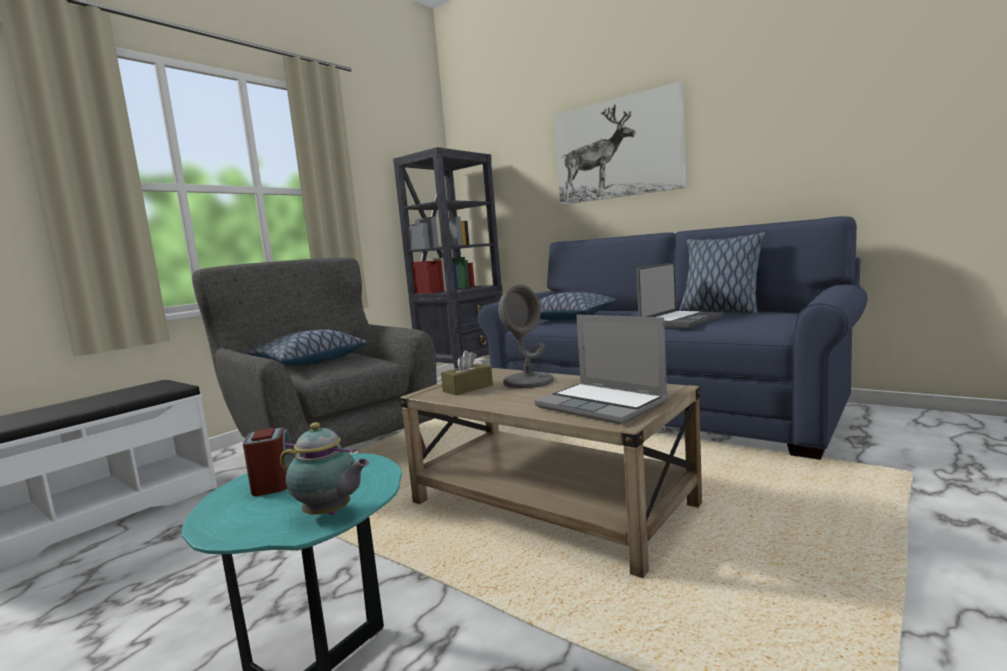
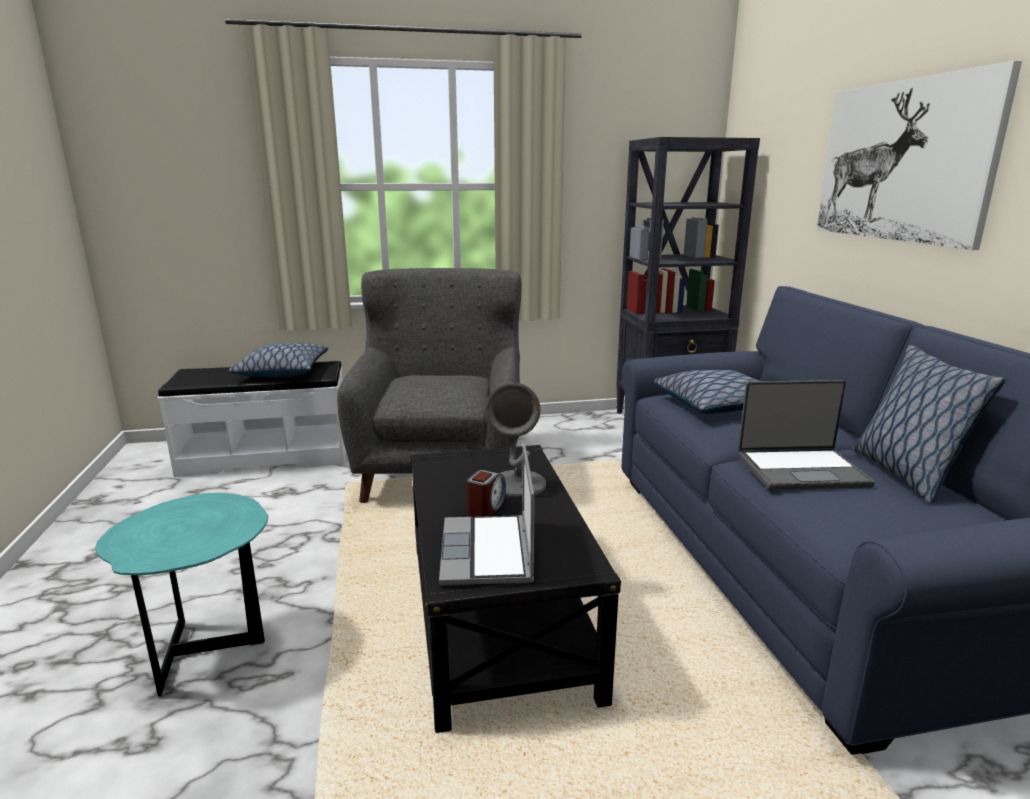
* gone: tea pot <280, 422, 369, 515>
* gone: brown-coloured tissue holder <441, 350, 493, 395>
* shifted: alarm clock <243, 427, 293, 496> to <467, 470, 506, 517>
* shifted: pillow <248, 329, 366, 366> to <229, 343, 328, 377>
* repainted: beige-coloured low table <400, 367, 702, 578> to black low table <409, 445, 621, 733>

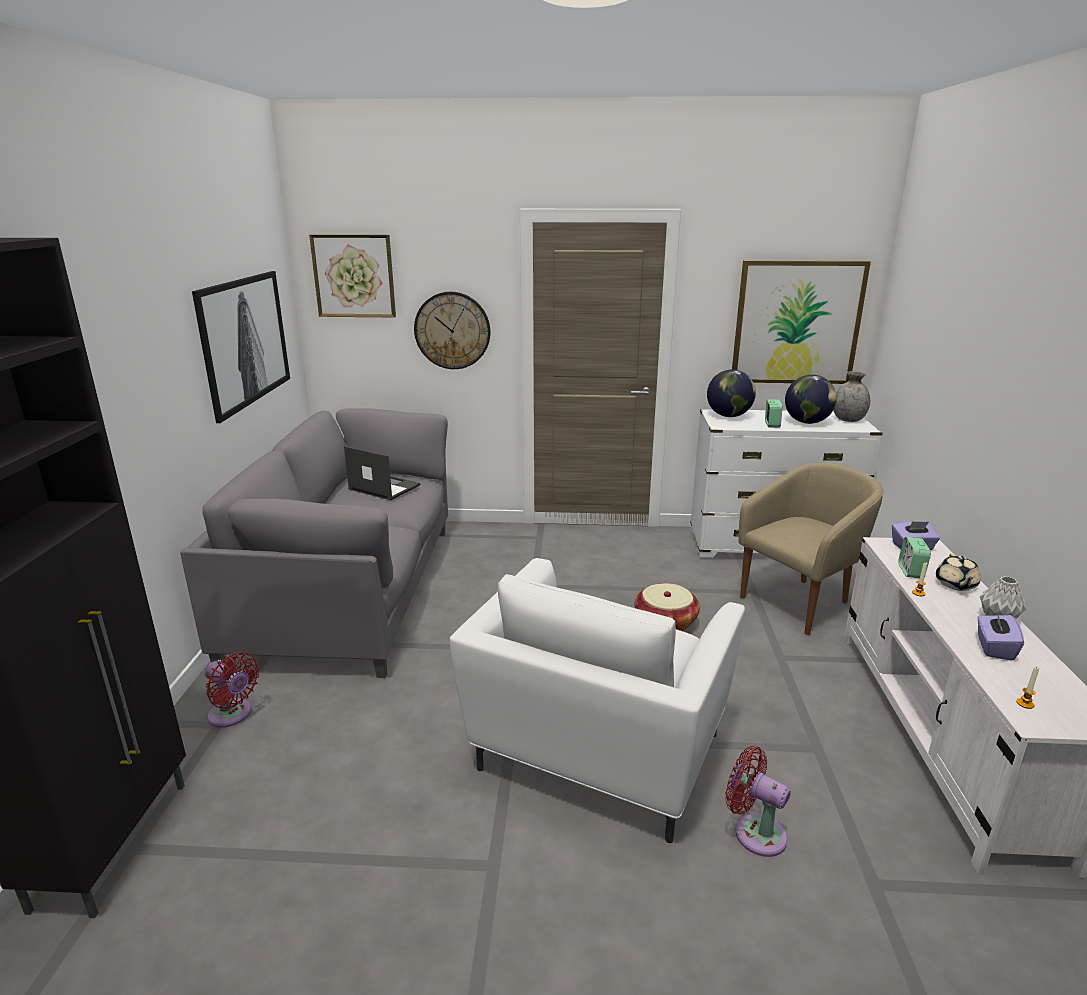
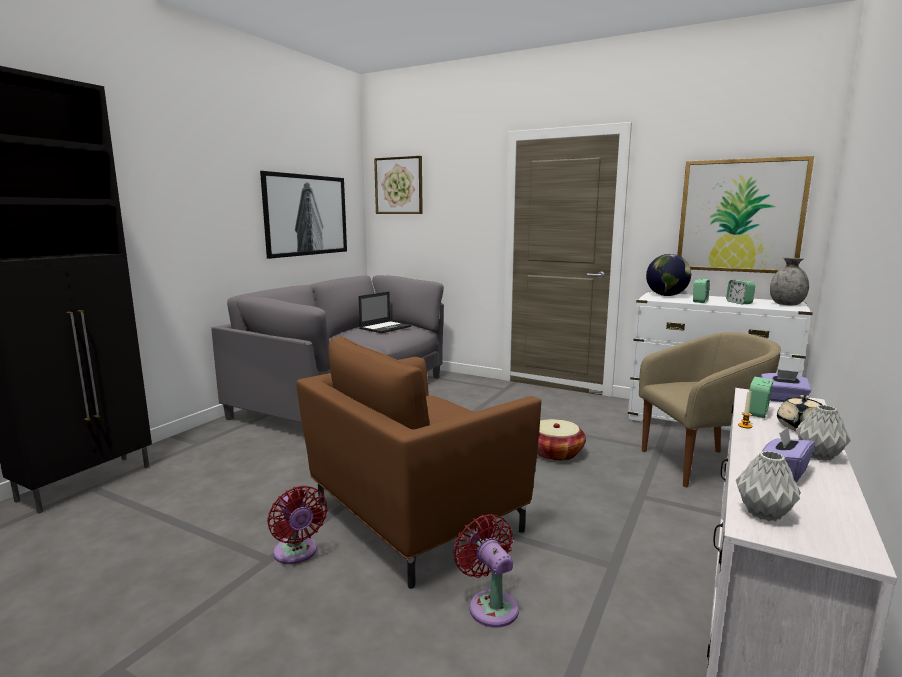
* gone: wall clock <414, 292, 490, 369>
* shifted: red cooling fan <205, 652, 259, 728> to <267, 486, 327, 564>
* swapped: world globe <785, 375, 837, 424> to alarm clock <726, 280, 755, 304>
* swapped: candle <1016, 667, 1039, 709> to greyish vase <736, 451, 801, 521>
* repainted: whitish lounge chair <450, 558, 745, 843> to brown-coloured lounge chair <296, 336, 541, 589>
* rotated: notebook computer <344, 446, 420, 500> = <358, 292, 411, 333> 75 degrees clockwise

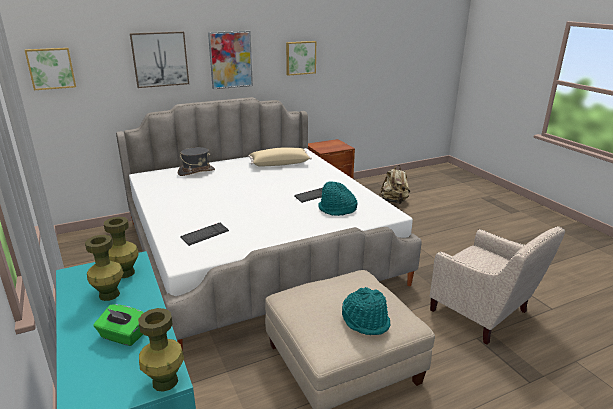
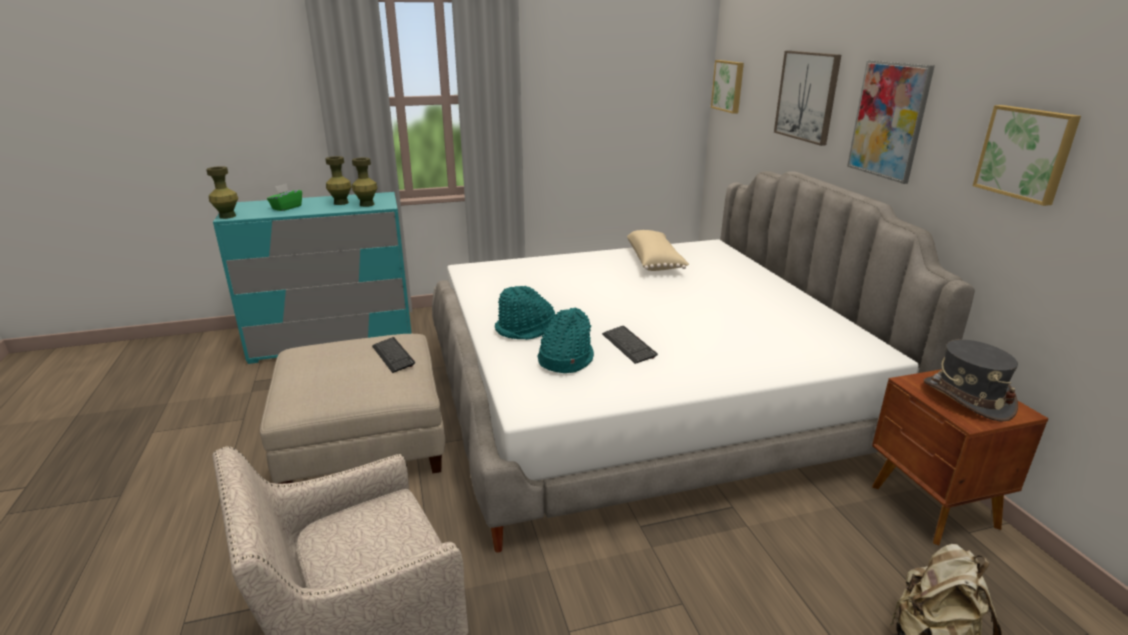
* shifted: greyish clothing hat <178, 147, 215, 176> to <923, 339, 1018, 422>
* shifted: PC keyboard <180, 223, 229, 246> to <372, 337, 415, 373>
* shifted: beige-coloured pillow <248, 147, 312, 166> to <627, 230, 689, 271>
* shifted: blue-green clothing hat <342, 287, 390, 335> to <495, 286, 555, 340>

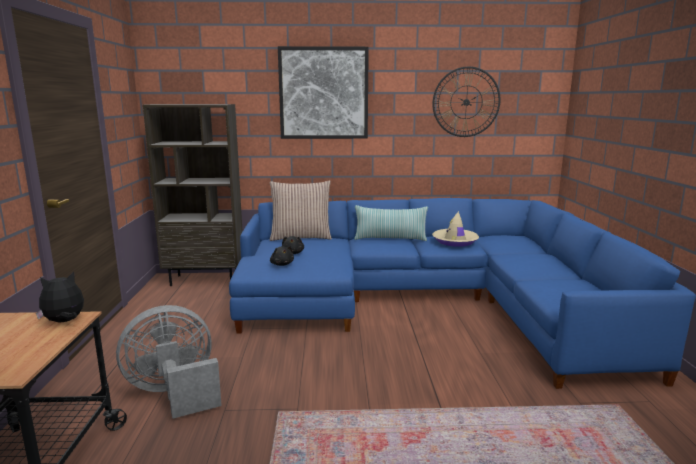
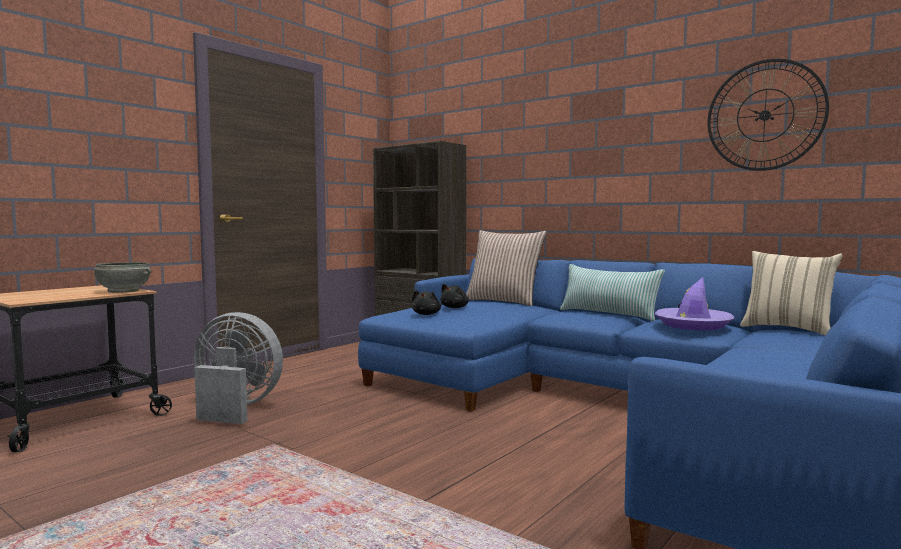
* gone: wall picture <278, 46, 369, 139>
* new: beige-coloured pillow <740, 251, 843, 336>
* swapped: cuddly toy <36, 272, 84, 322> to greyish deep dish <94, 262, 151, 293>
* repainted: beige-coloured clothing hat <432, 211, 479, 247> to purple clothing hat <654, 277, 734, 330>

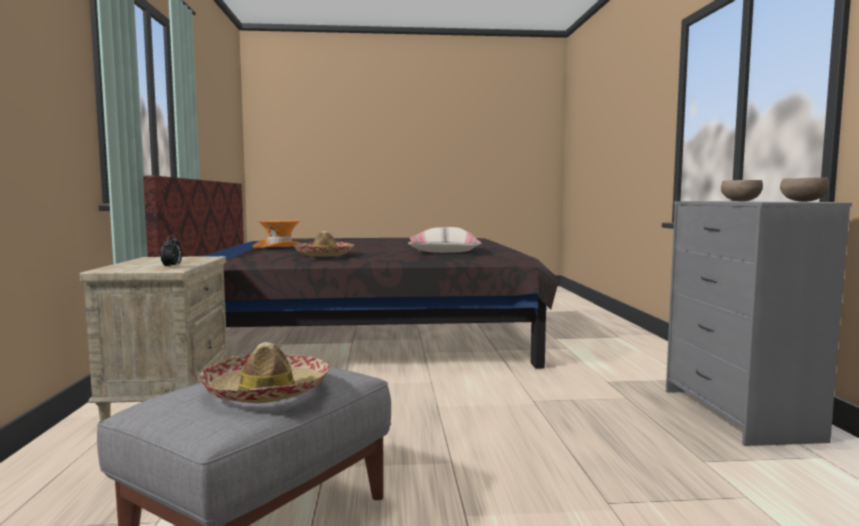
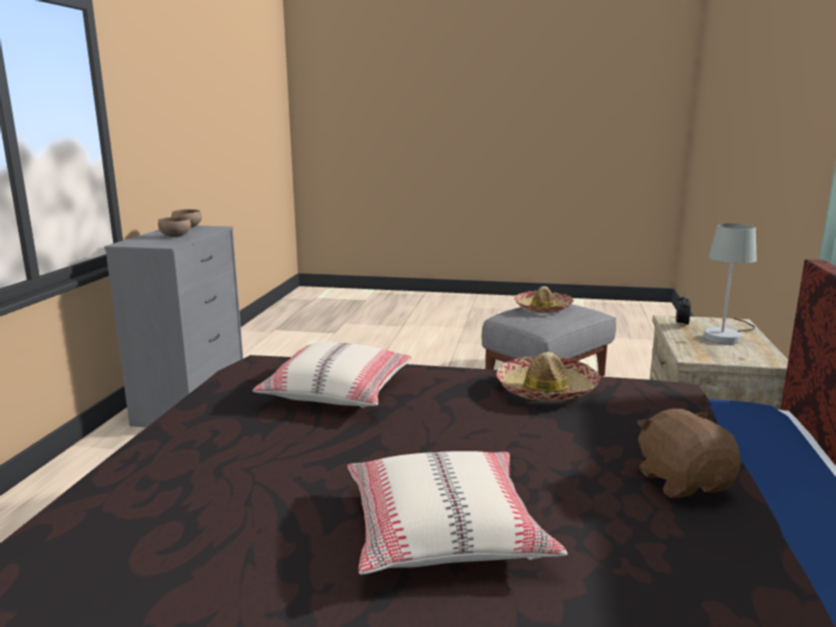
* new: beige-coloured pillow <348, 451, 568, 575>
* new: greyish tabletop lamp <704, 223, 757, 344>
* swapped: orange clothing hat <253, 220, 301, 248> to brown-coloured cuddly toy <637, 409, 741, 498>

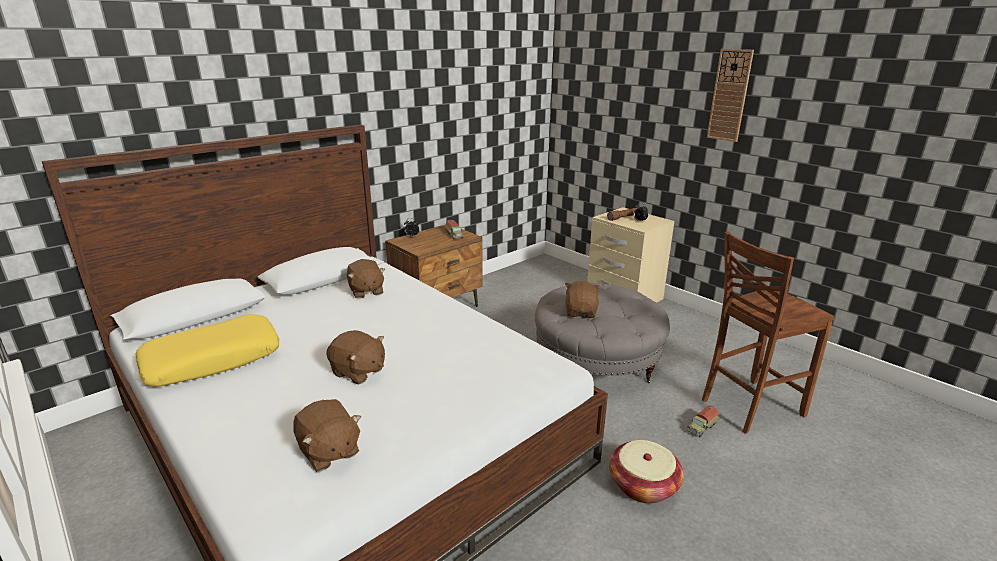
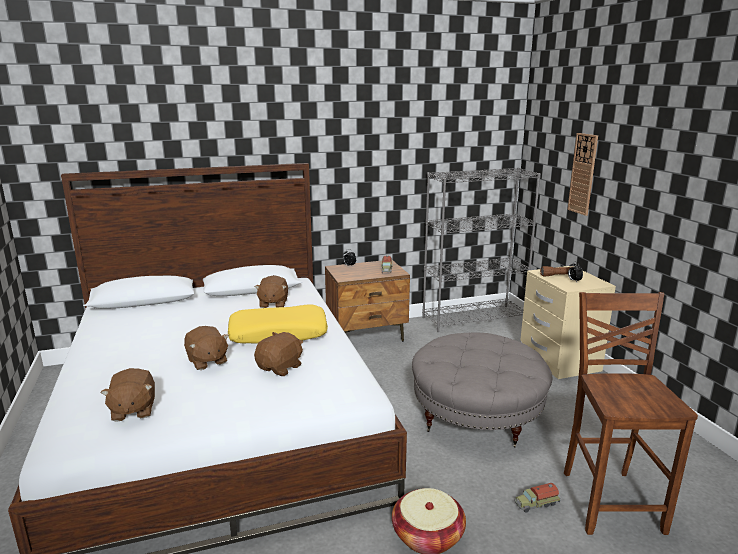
* new: greyish bookshelf <422, 168, 541, 332>
* shifted: yellowish pillow <136, 314, 279, 387> to <228, 304, 328, 344>
* shifted: brown-coloured cuddly toy <565, 281, 600, 318> to <254, 332, 303, 376>
* shifted: wall clock <707, 49, 754, 142> to <568, 133, 598, 216>
* rotated: brown-coloured upright chair <702, 232, 835, 434> = <564, 292, 698, 535> 90 degrees clockwise

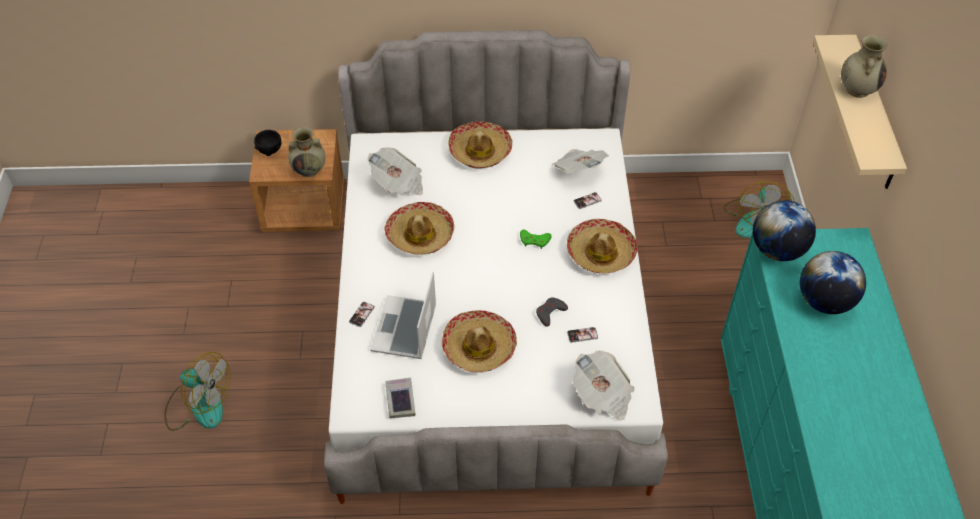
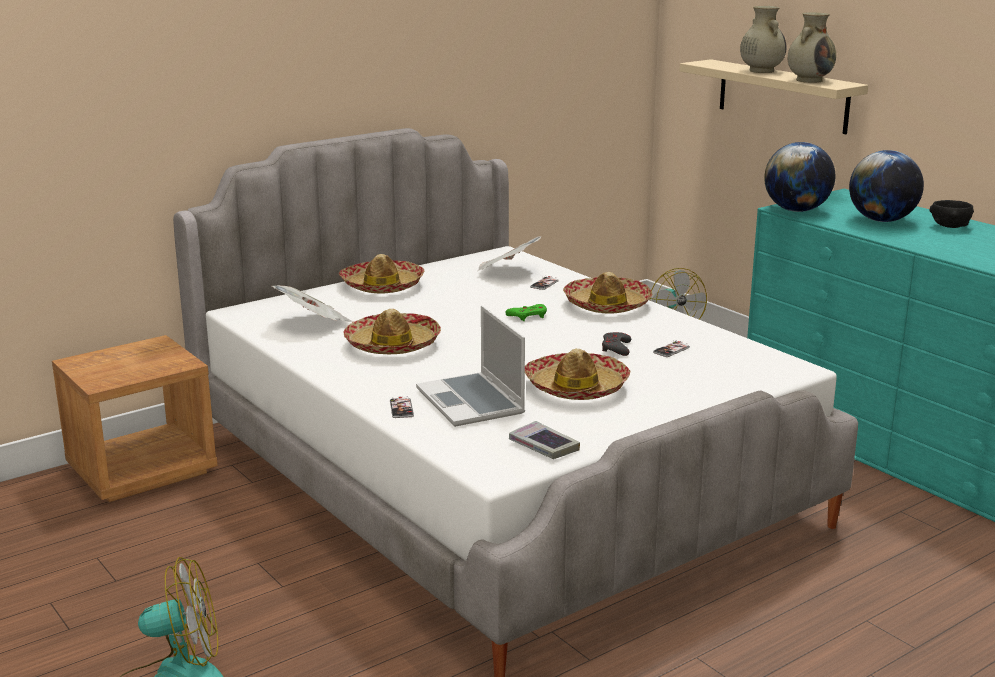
* gone: printed paper <572, 351, 635, 420>
* shifted: black deep dish <254, 130, 281, 156> to <930, 200, 974, 228>
* shifted: beige-coloured vase <288, 127, 326, 177> to <788, 12, 836, 83>

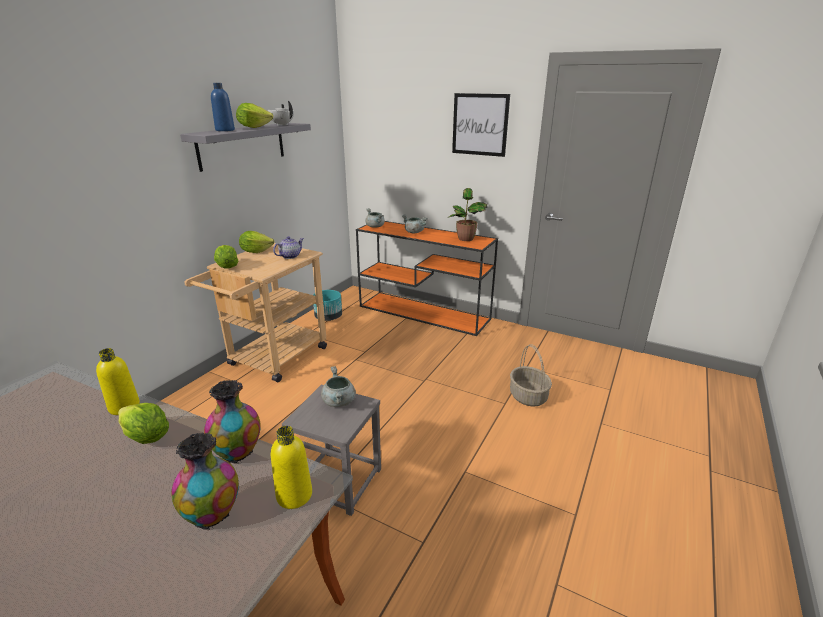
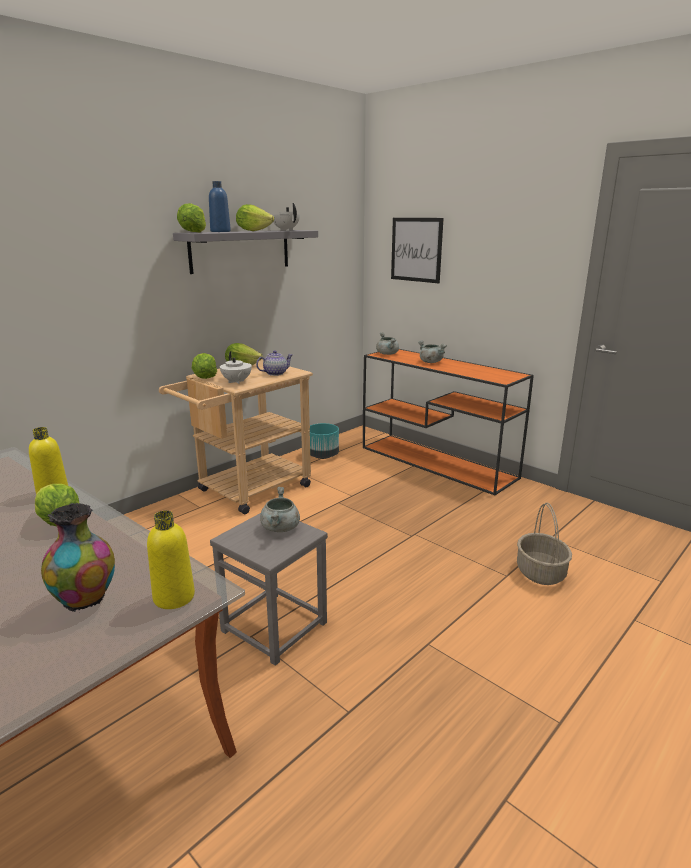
* gone: vase <204, 380, 261, 463>
* gone: plant in a pot <448, 188, 488, 241>
* new: lettuce head <177, 203, 206, 232>
* new: whitish tea pot <220, 352, 252, 384>
* shifted: wall picture <452, 93, 510, 157> to <391, 218, 444, 283>

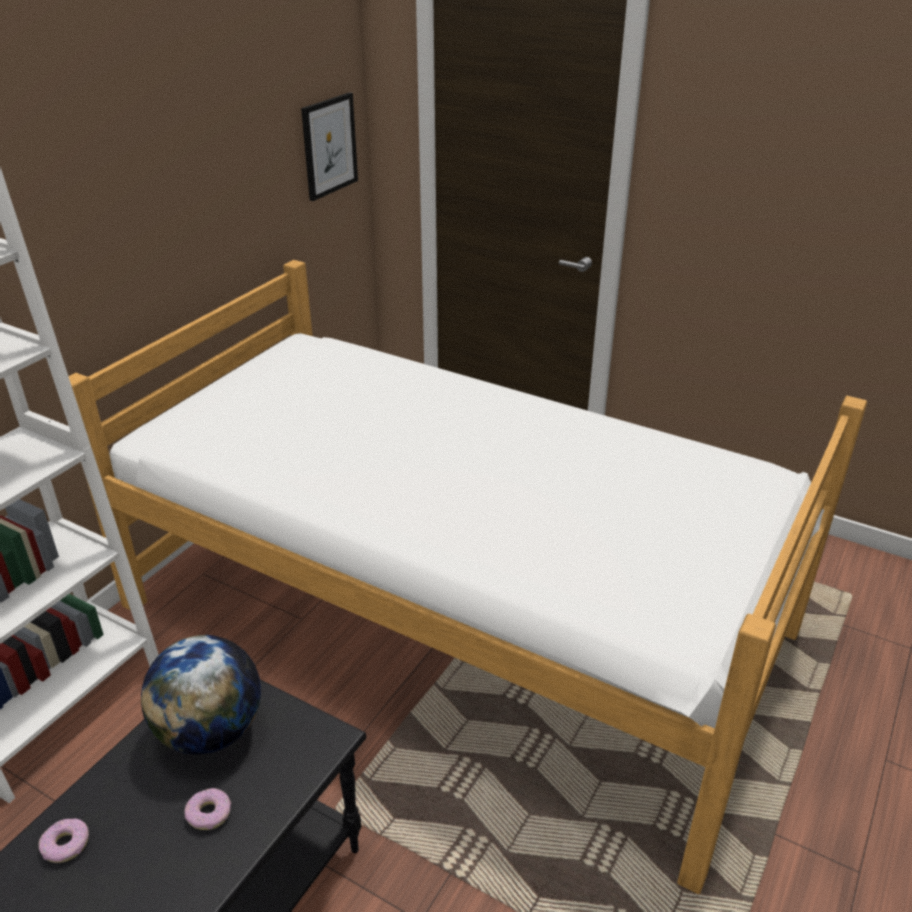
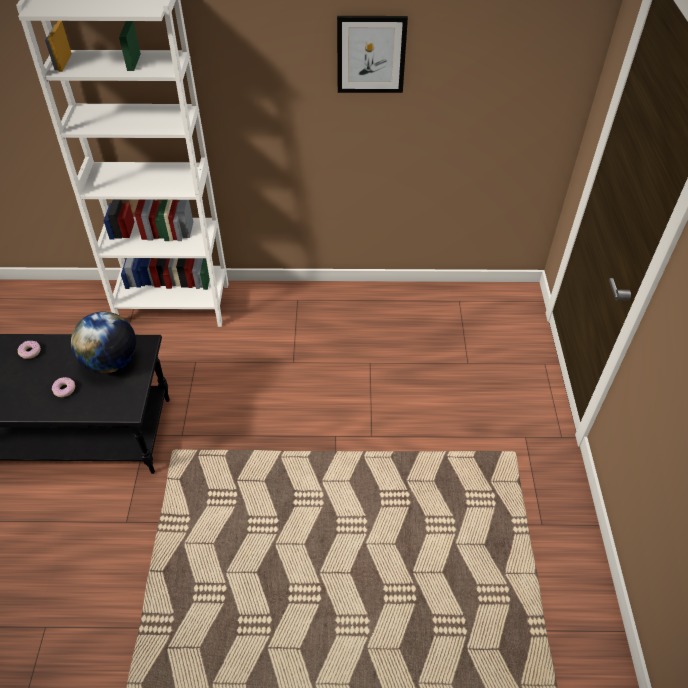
* gone: bedroom bed <69, 260, 867, 894>
* shifted: wall picture <301, 92, 358, 201> to <337, 16, 408, 93>

